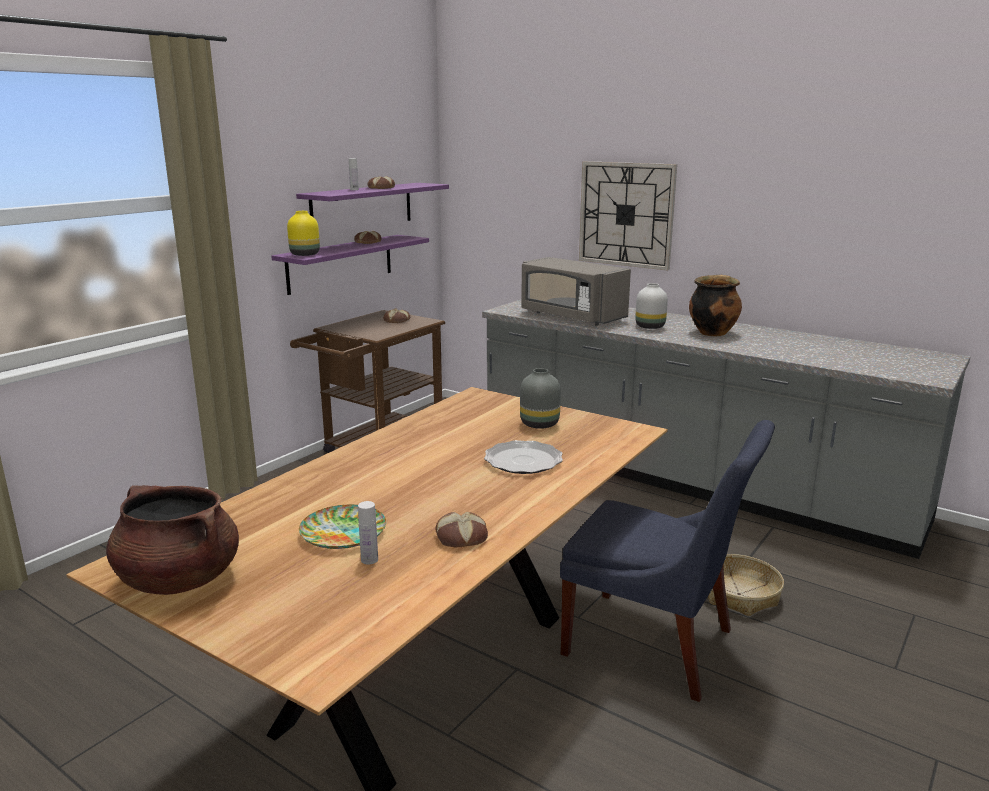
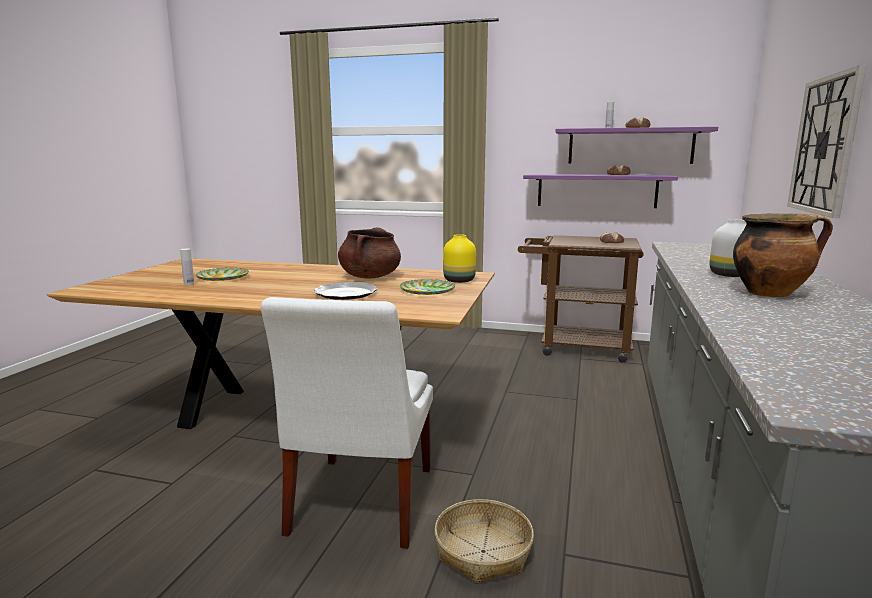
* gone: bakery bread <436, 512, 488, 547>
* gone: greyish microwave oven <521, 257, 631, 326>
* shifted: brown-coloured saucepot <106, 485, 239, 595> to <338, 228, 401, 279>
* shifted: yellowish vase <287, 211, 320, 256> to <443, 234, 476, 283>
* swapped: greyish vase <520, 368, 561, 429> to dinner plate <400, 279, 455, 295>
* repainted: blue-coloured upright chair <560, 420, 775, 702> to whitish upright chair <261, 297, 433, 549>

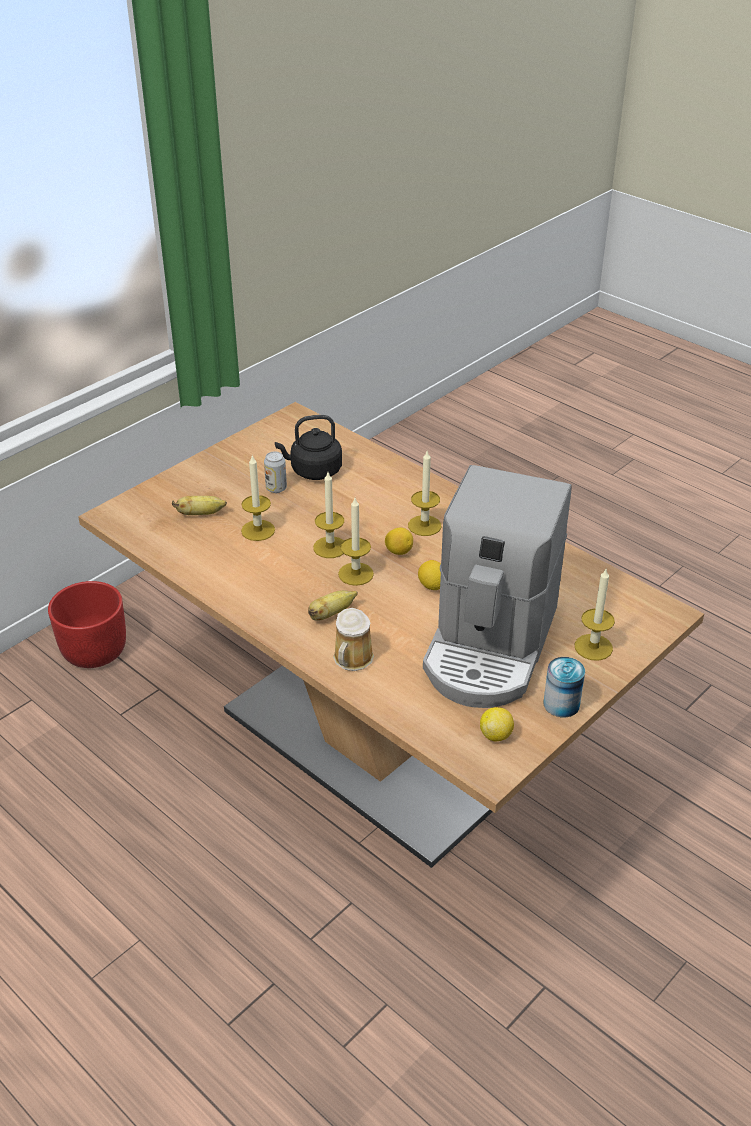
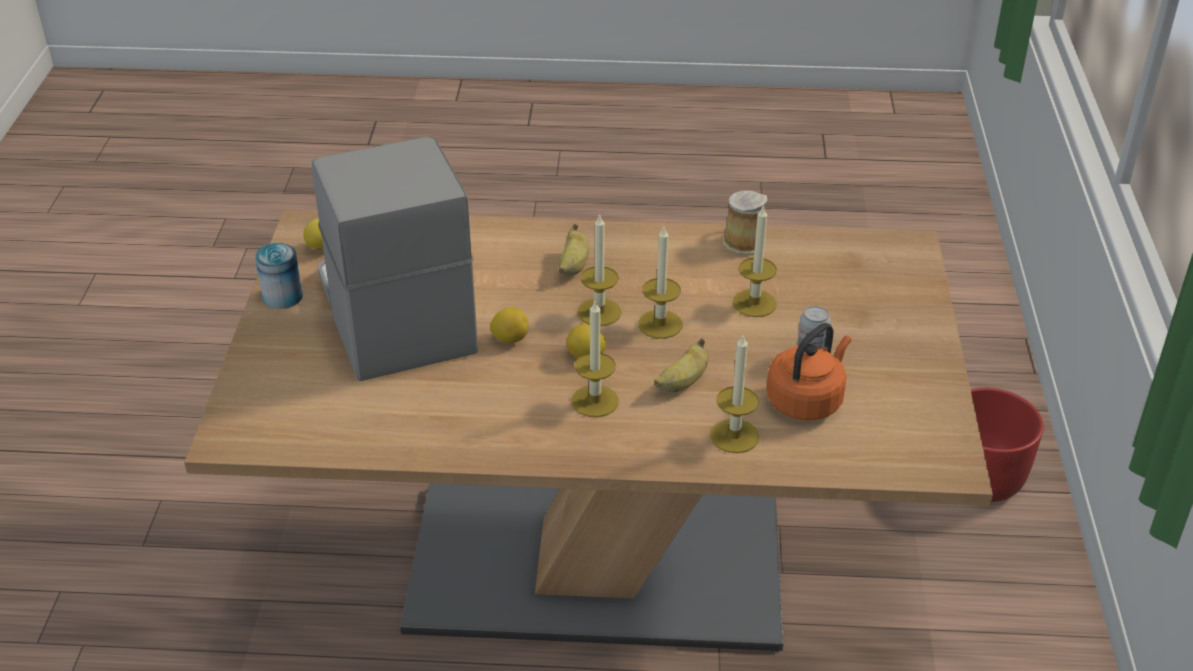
* shifted: banana <172, 496, 227, 515> to <654, 339, 709, 392>
* shifted: coffee mug <333, 608, 374, 671> to <723, 191, 767, 255>
* shifted: candle <575, 569, 615, 661> to <710, 335, 759, 453>
* repainted: black tea kettle <275, 415, 342, 480> to orange tea kettle <766, 323, 851, 420>

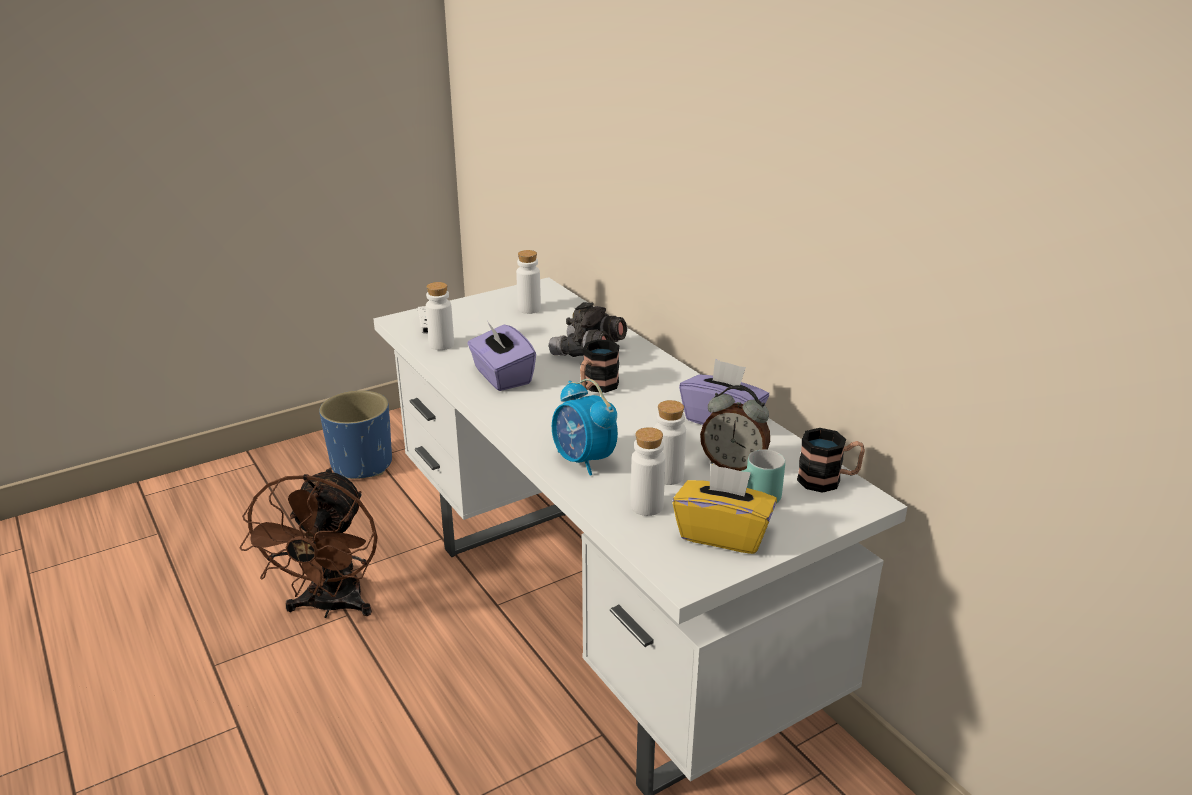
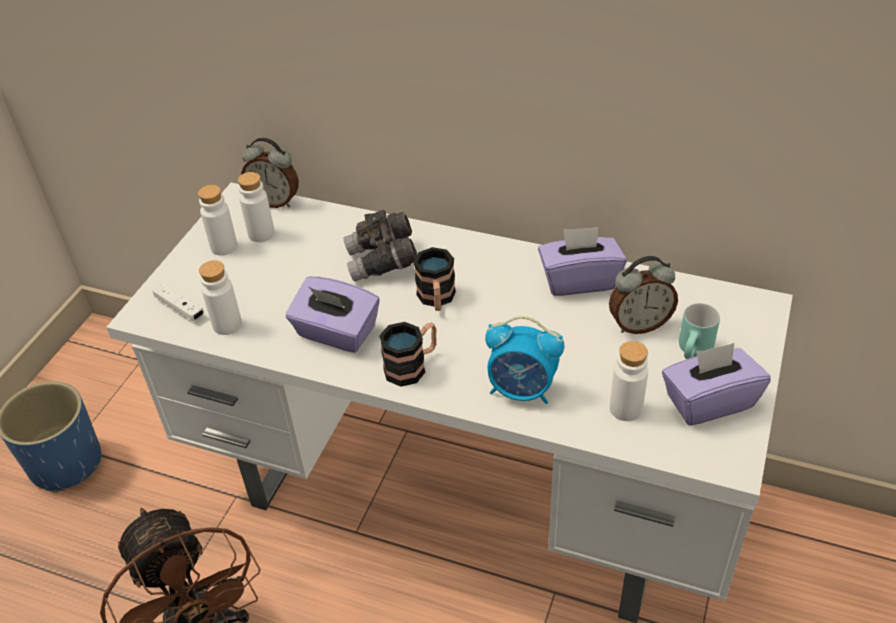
* new: alarm clock <241, 138, 299, 208>
* shifted: whitish bottle <654, 400, 686, 485> to <198, 185, 237, 256>
* shifted: coffee mug <797, 428, 865, 493> to <379, 322, 437, 387>
* repainted: yellowish tissue holder <672, 464, 777, 554> to purple tissue holder <662, 343, 771, 426>

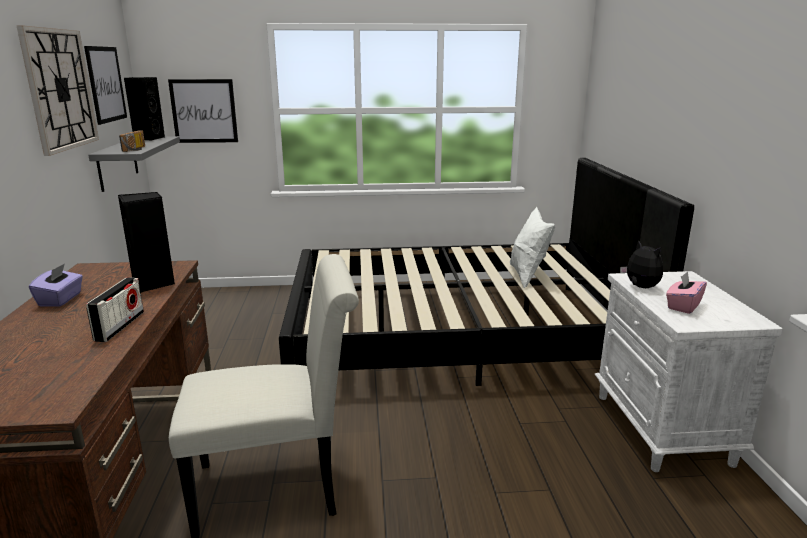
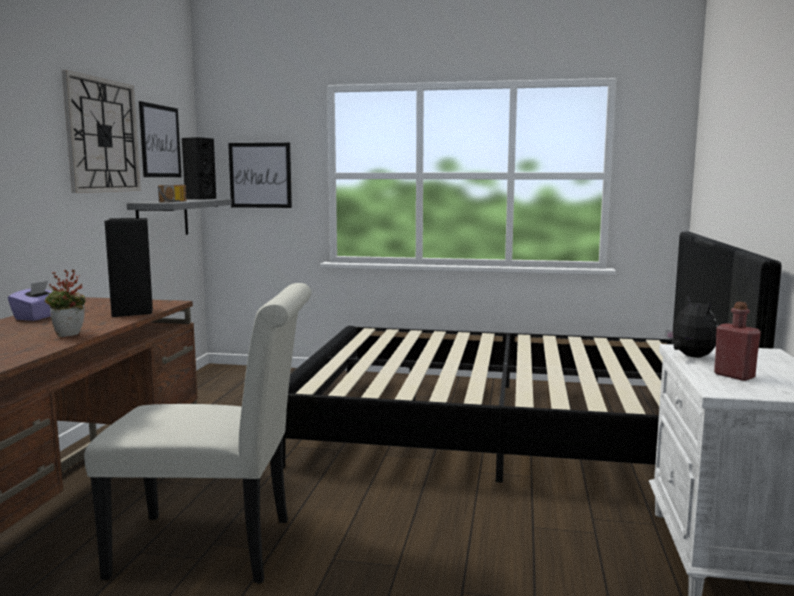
* gone: whitish pillow <510, 207, 555, 288>
* swapped: radio receiver <86, 277, 144, 342> to plant in a pot <45, 269, 86, 337>
* swapped: pinkish tissue holder <666, 271, 707, 314> to red bottle <714, 302, 761, 381>

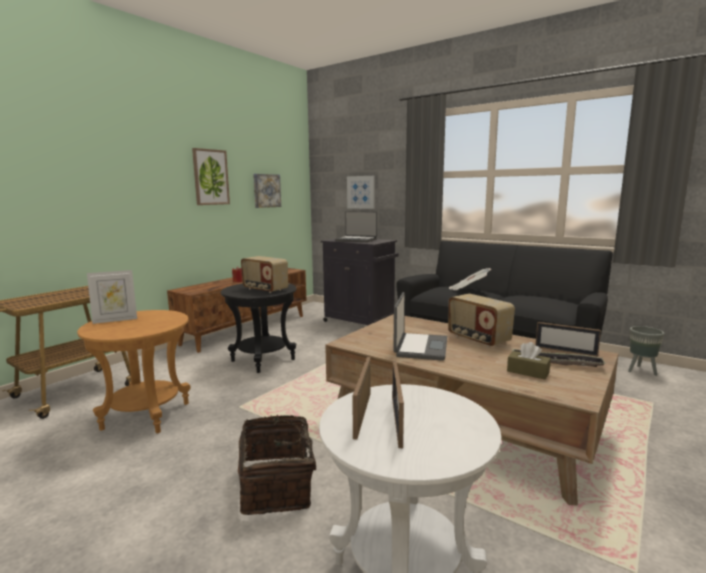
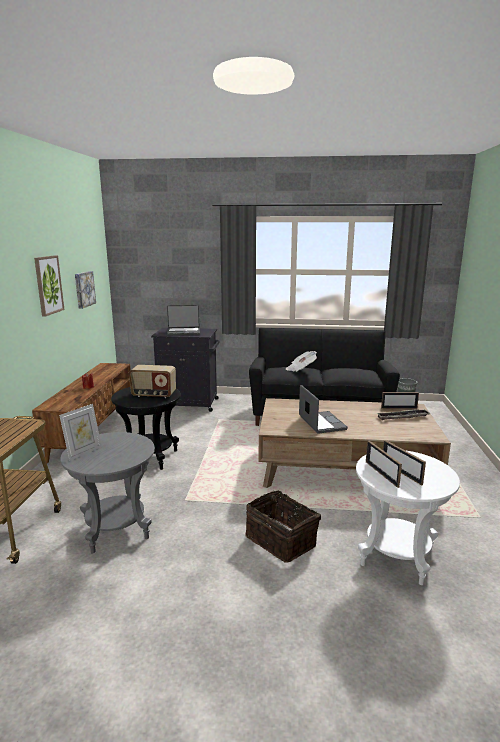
* gone: wall picture <347, 176, 375, 209>
* gone: radio receiver <448, 294, 515, 347>
* gone: brown-coloured tissue holder <507, 342, 551, 379>
* repainted: brown-coloured side table <77, 310, 191, 433> to greyish side table <60, 432, 155, 553>

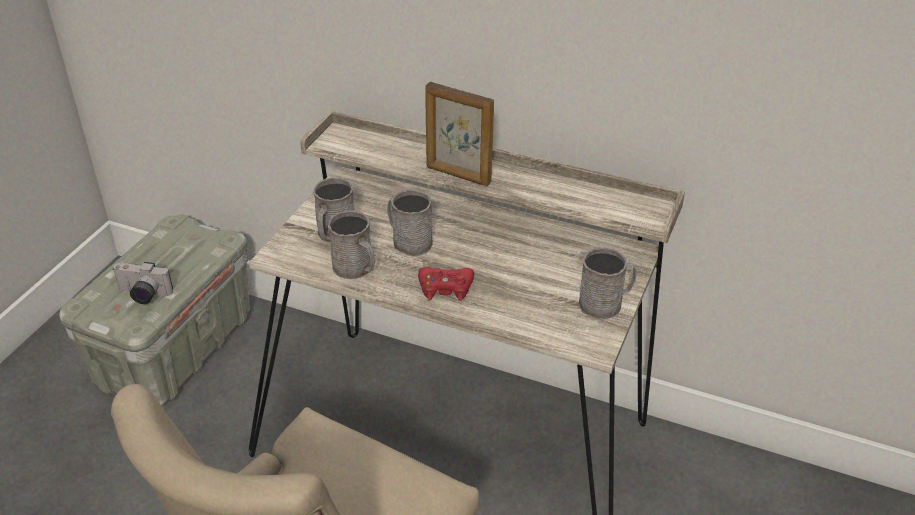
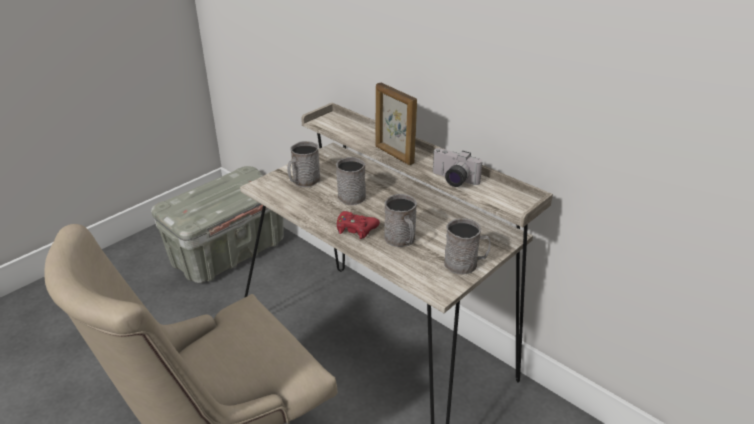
* shifted: photo camera <112, 262, 173, 304> to <433, 148, 482, 187>
* shifted: greyish coffee mug <328, 210, 375, 279> to <384, 194, 417, 247>

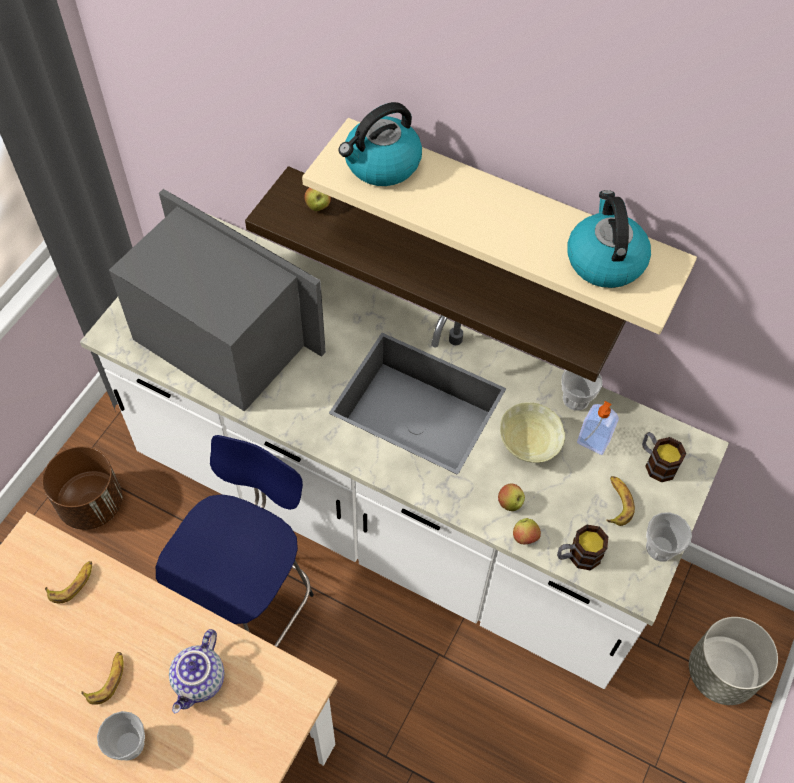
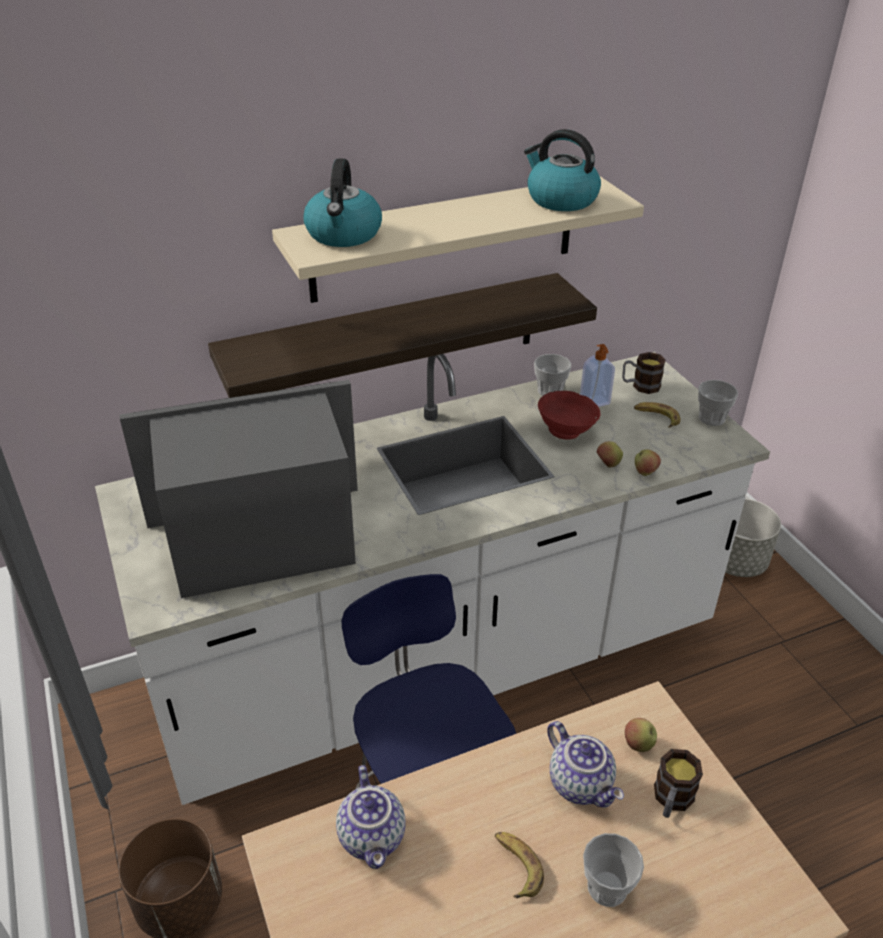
* shifted: whole apple <304, 188, 331, 211> to <625, 718, 657, 752>
* shifted: coffee mug <557, 525, 608, 571> to <654, 749, 703, 818>
* swapped: banana <45, 561, 92, 603> to tea pot <336, 765, 406, 869>
* repainted: beige-coloured deep dish <500, 402, 565, 463> to red deep dish <538, 391, 600, 440>

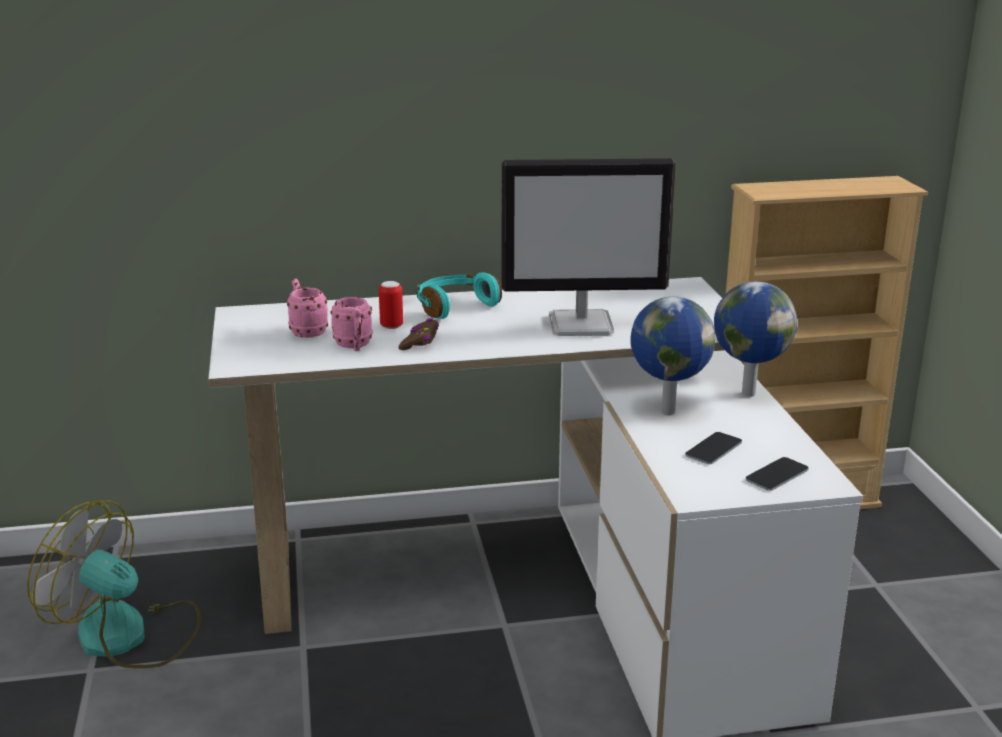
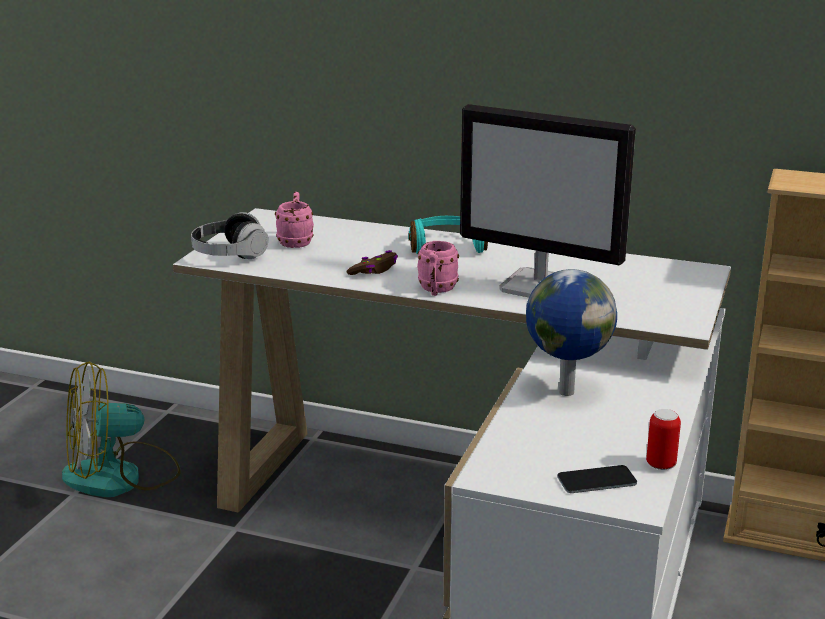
* gone: handset <685, 432, 742, 464>
* gone: world globe <714, 281, 797, 397>
* new: headphones <191, 212, 268, 259>
* shifted: pinkish coffee mug <330, 297, 373, 351> to <417, 241, 459, 296>
* shifted: metal can <379, 281, 403, 329> to <646, 409, 681, 470>
* rotated: cooling fan <27, 501, 201, 668> = <62, 361, 181, 497> 75 degrees counterclockwise

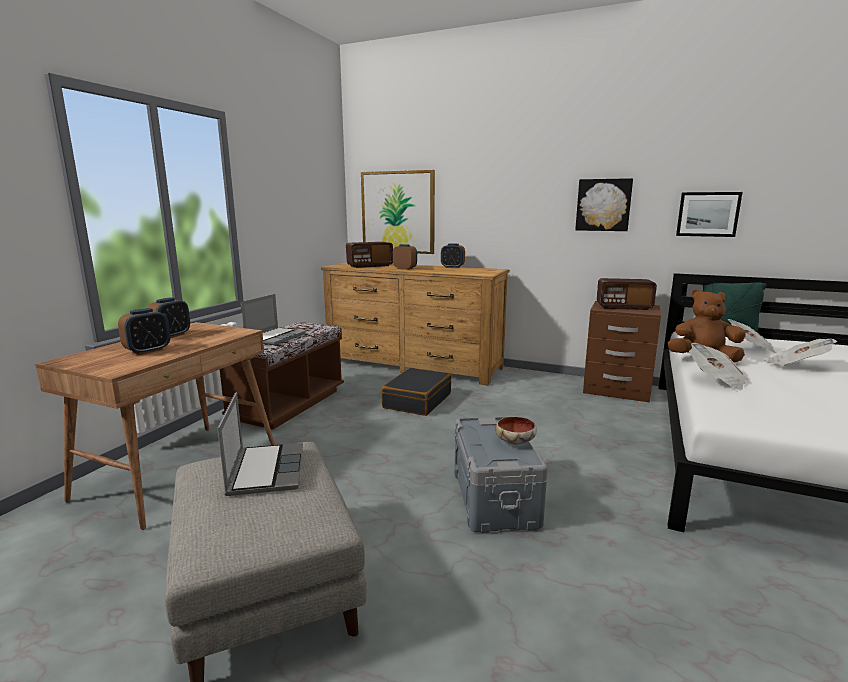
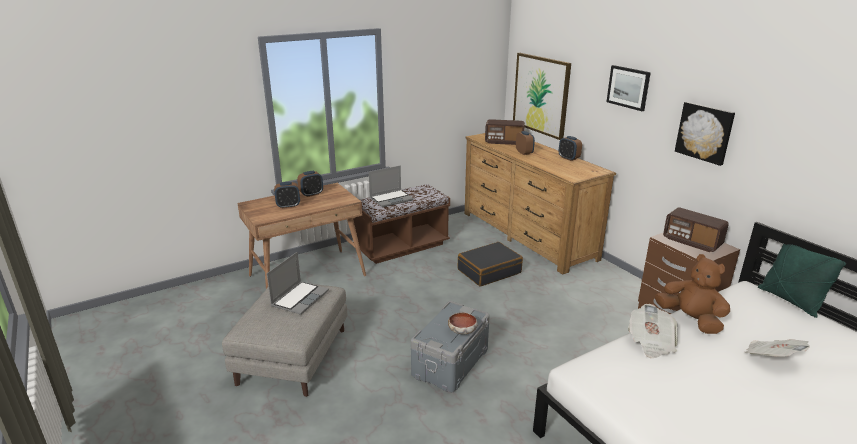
* gone: printed paper <728, 319, 776, 353>
* shifted: wall picture <676, 192, 742, 237> to <606, 65, 651, 111>

